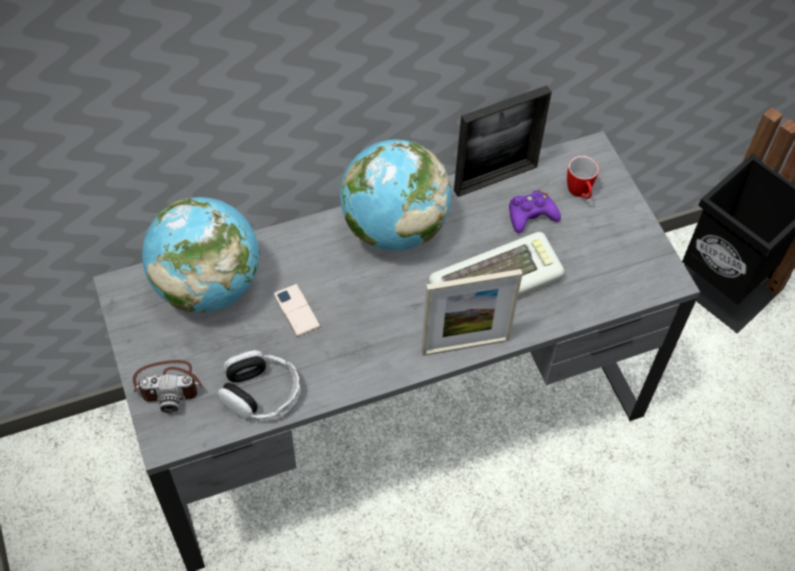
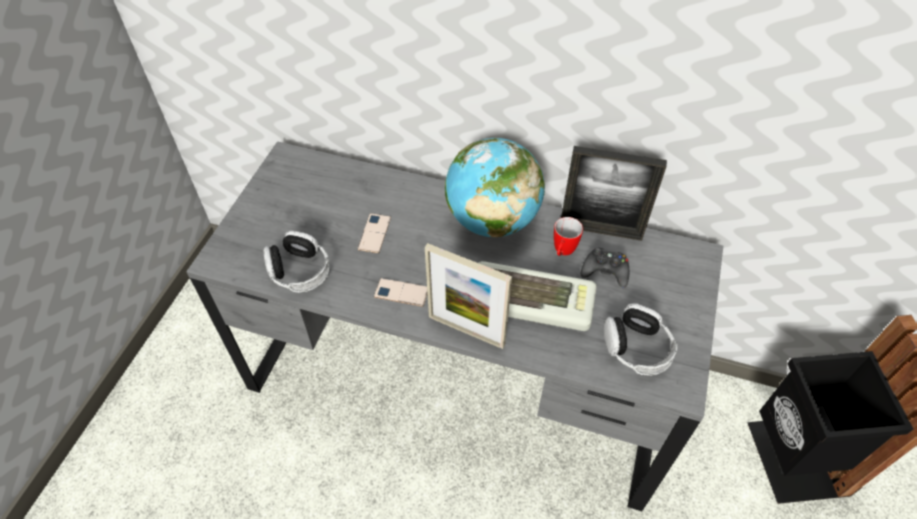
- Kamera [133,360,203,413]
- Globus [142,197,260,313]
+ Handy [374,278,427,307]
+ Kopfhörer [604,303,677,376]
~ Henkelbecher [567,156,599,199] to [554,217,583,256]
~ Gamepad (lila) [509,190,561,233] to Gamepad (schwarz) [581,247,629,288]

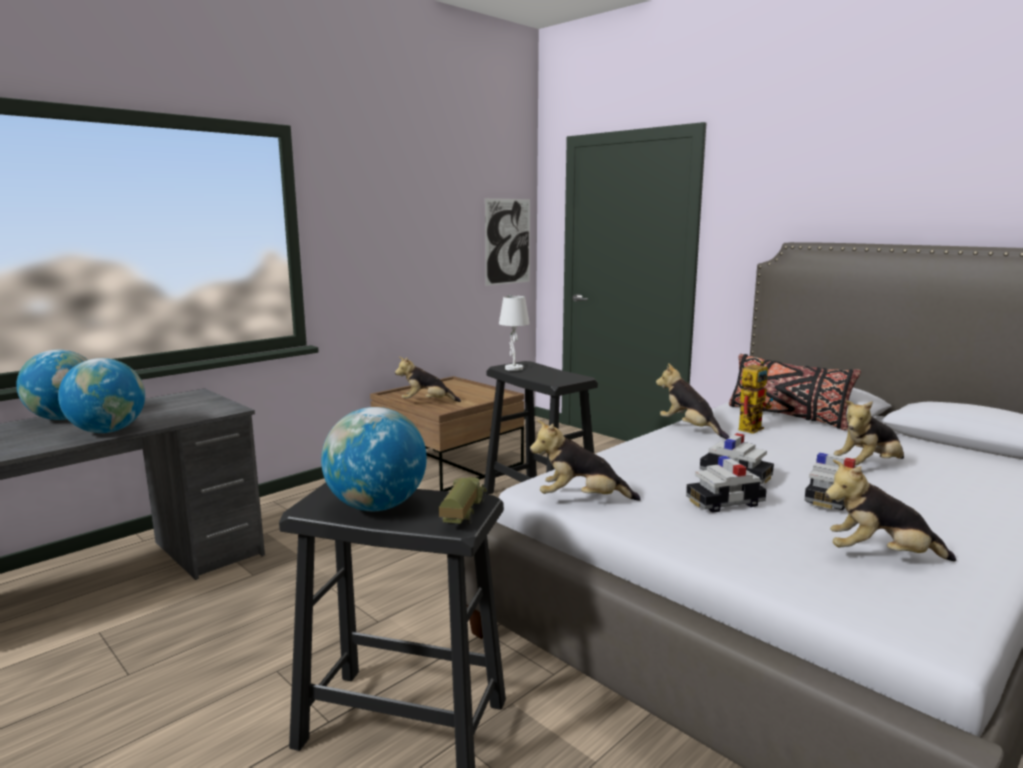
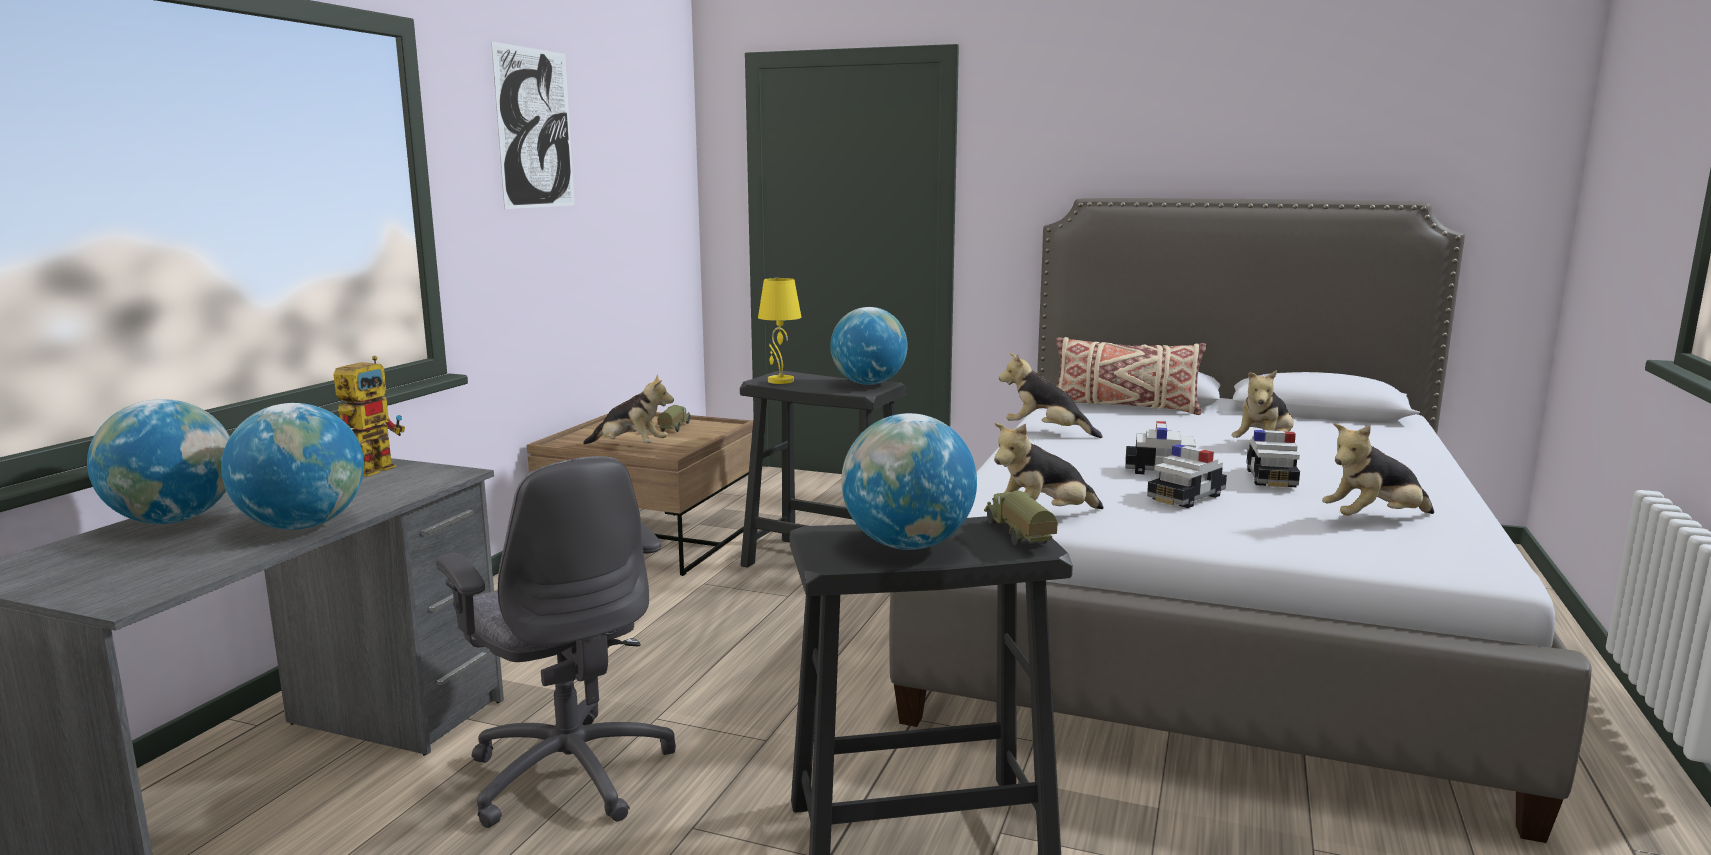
+ Bürostuhl (grau) [436,456,676,828]
+ Spielzeuglaster [657,405,691,432]
+ Globus [830,307,908,385]
~ Bild [485,198,530,286] to [491,41,575,209]
~ Spielzeugroboter [738,361,773,434] to [333,356,405,477]
~ Tischlampe (weiß) [499,296,530,371] to Tischlampe (gelb) [758,278,802,384]
~ Kissen (schwarz) [729,354,861,431] to Kissen (beige) [1056,337,1206,415]
~ Plüschtier [395,357,461,402] = [583,374,674,444] 135 degrees counterclockwise

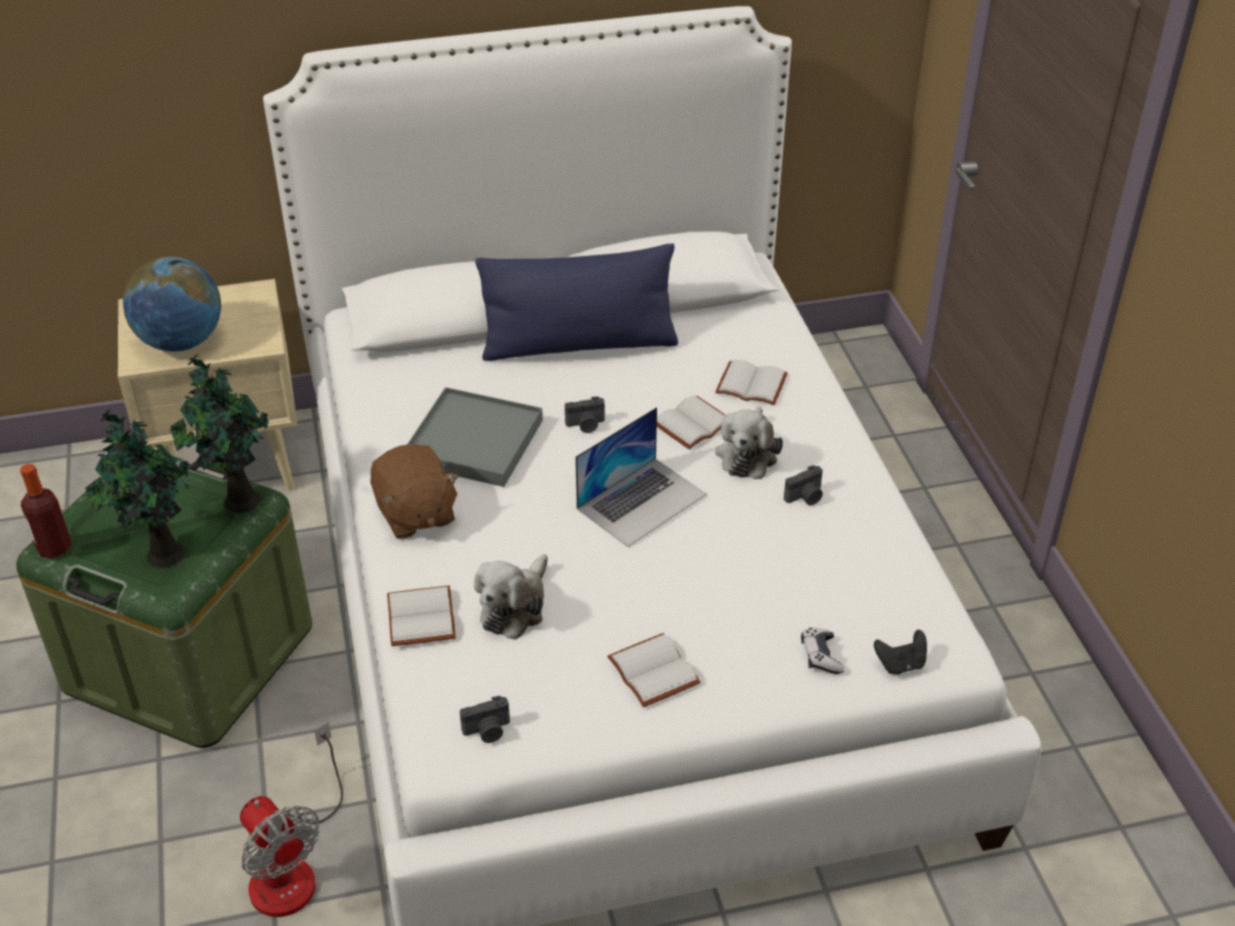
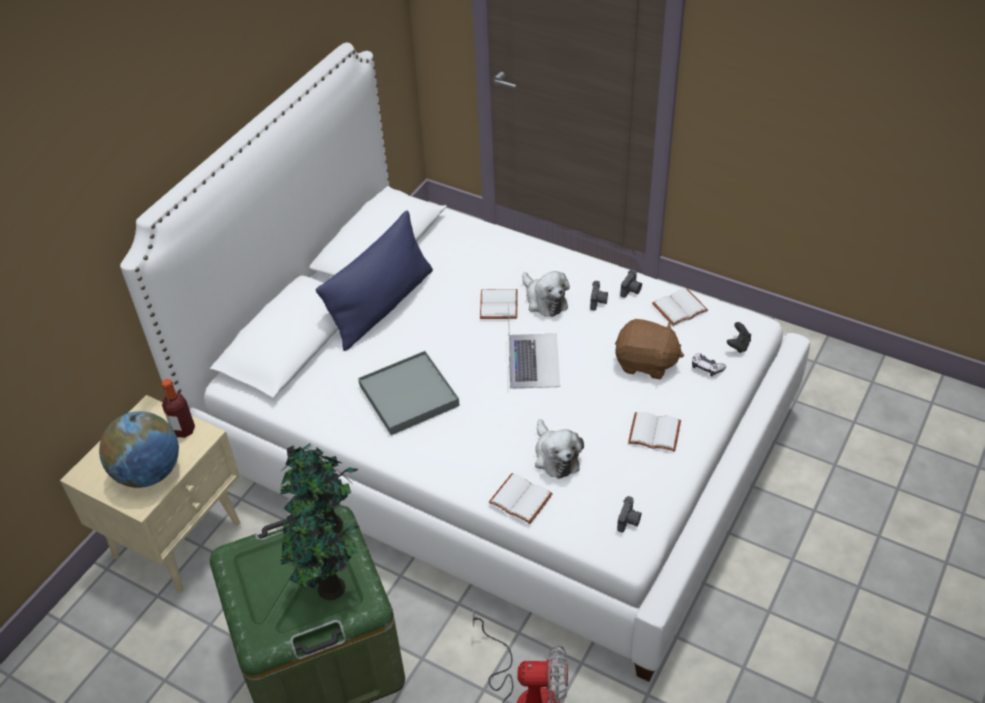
~ Flasche [20,464,72,559] to [162,379,195,438]
~ Plüschtier (braun) [370,444,460,539] to [615,319,684,379]
~ Kamera [565,396,605,433] to [620,269,642,298]
~ Buch (weiß) [715,360,788,405] to [652,288,708,326]

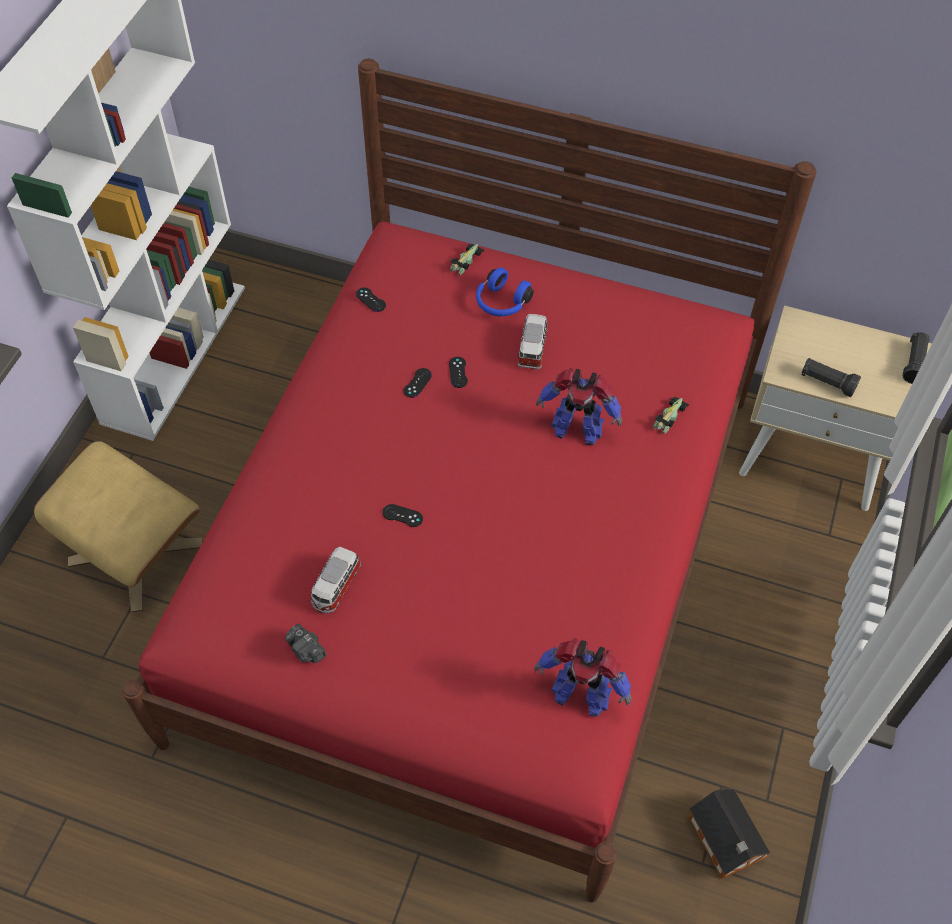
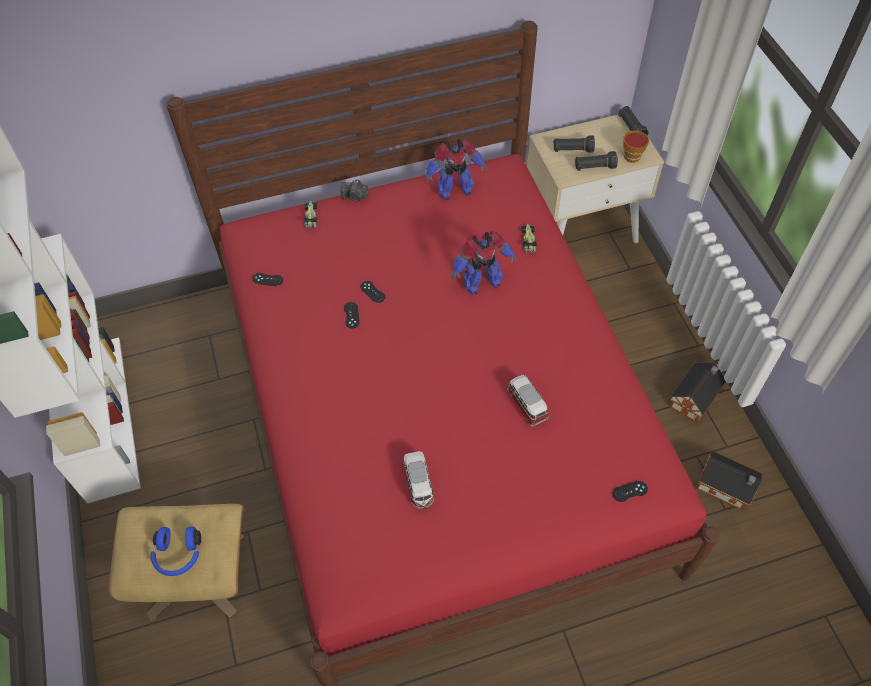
+ Taschenlampe (schwarz) [553,135,595,153]
+ Tasse [623,131,649,163]
+ Spielzeughaus [669,362,726,423]
~ Kamera [285,624,327,663] to [340,179,368,202]
~ Gamepad (schwarz) [383,504,423,527] to [613,481,648,502]
~ Kopfhörer (blau) [476,267,534,316] to [151,526,201,576]
~ Spielzeugauto [518,314,549,370] to [507,375,549,427]
~ Spielzeugroboter [534,638,632,717] to [425,138,487,200]

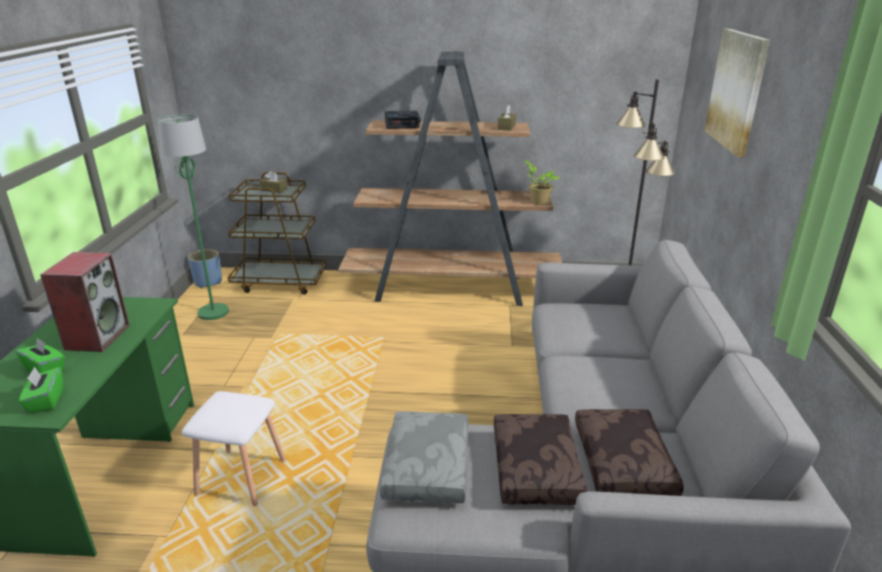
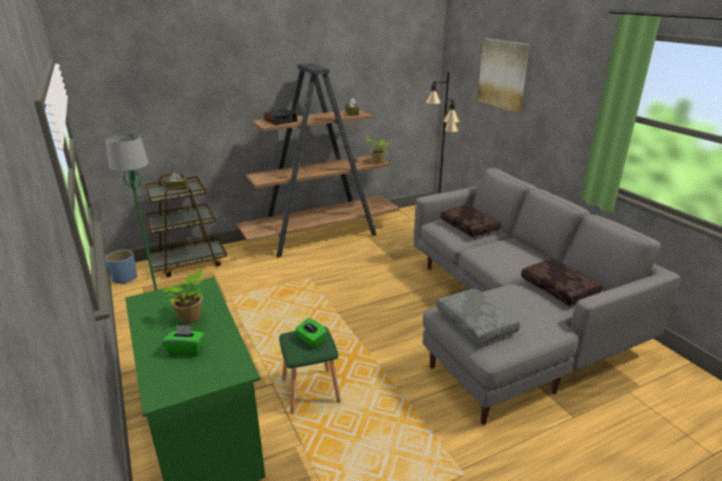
~ Taschentuchbox (grün) [19,367,63,413] to [295,318,327,348]
~ Kissen (braun) [494,414,587,505] to [441,205,501,237]
~ Lautsprecher [40,252,130,352] to Topfpflanze [162,270,204,323]
~ Hocker (weiß) [182,391,286,506] to Hocker (grün) [279,326,341,414]

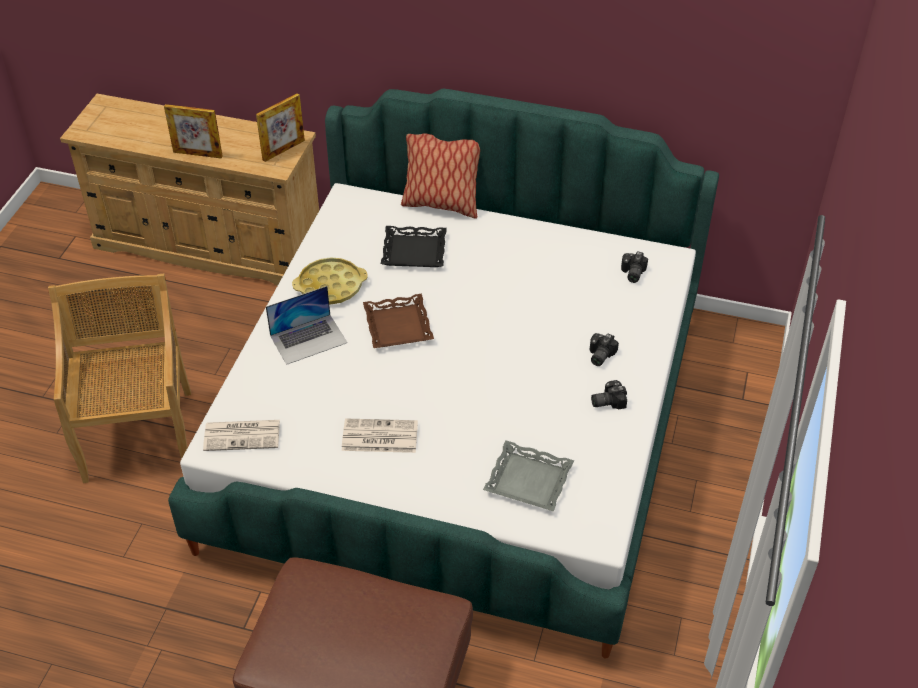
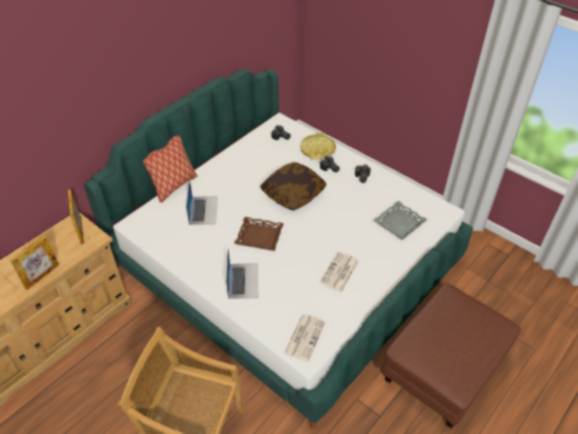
+ Kissen [260,162,327,211]
~ Tablett (gelb) [292,257,368,305] to [300,132,336,160]
~ Tablett (schwarz) [381,226,447,267] to Laptop [186,179,218,225]

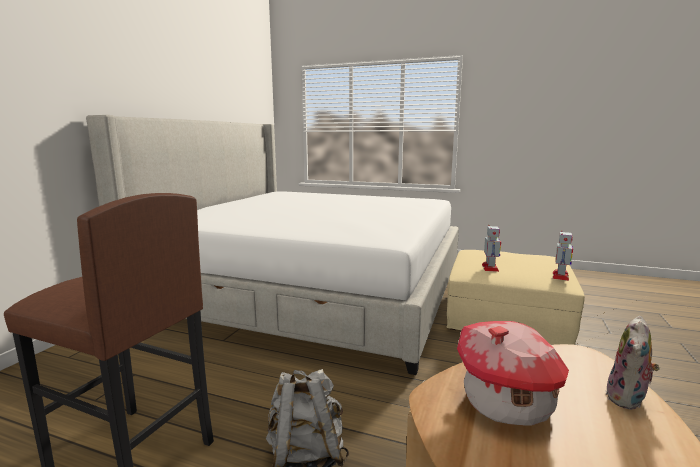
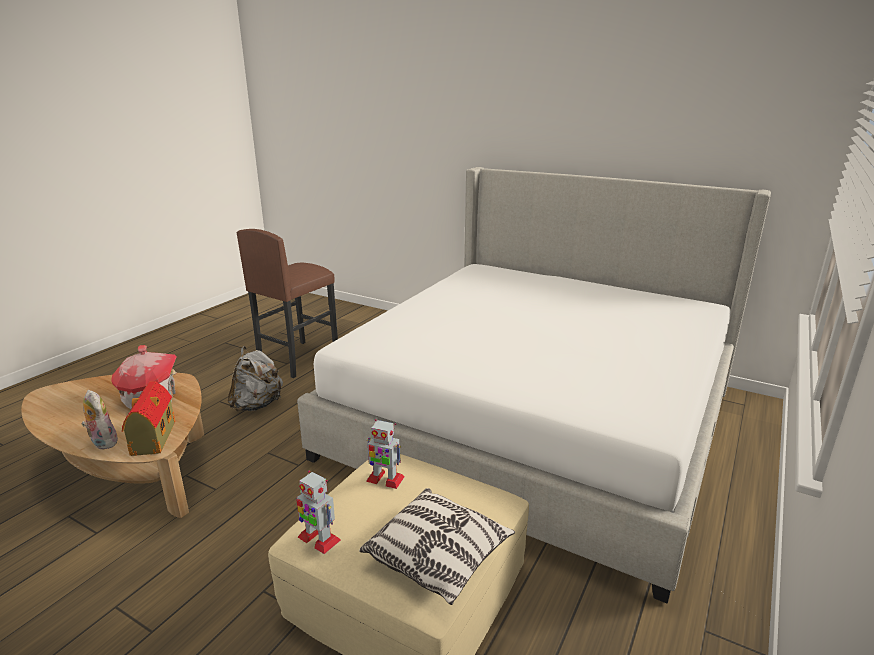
+ Spielzeughaus [122,381,175,456]
+ Kissen [359,488,515,605]

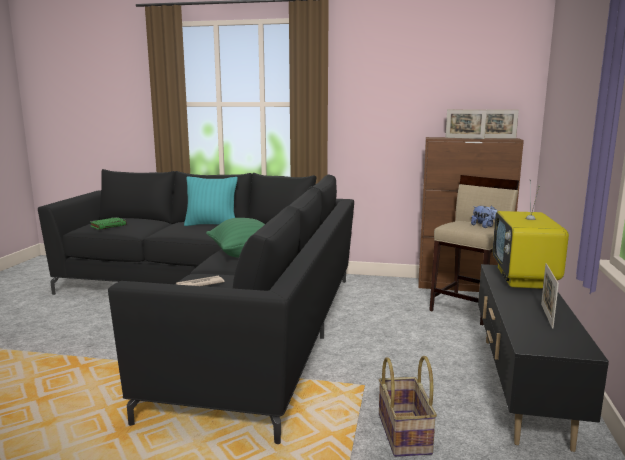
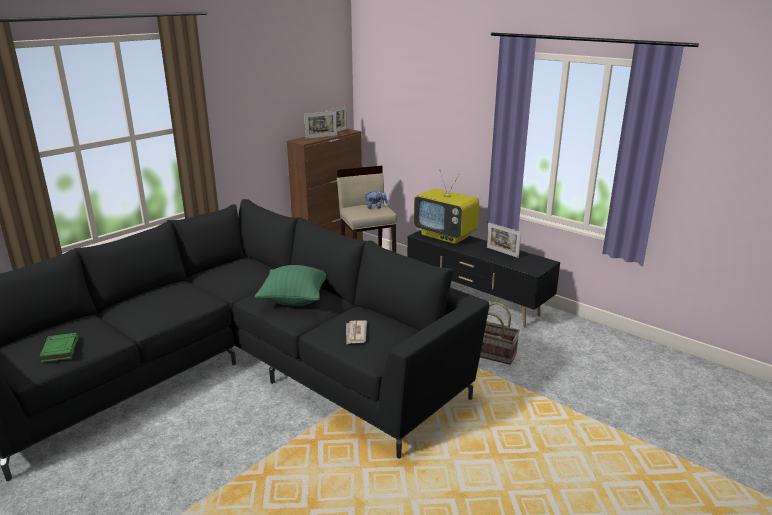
- Kissen (türkis) [184,176,238,226]

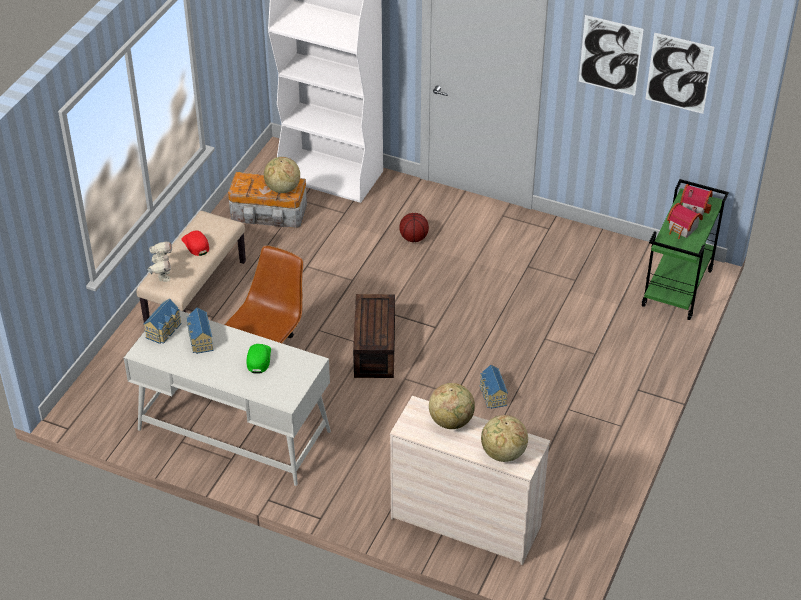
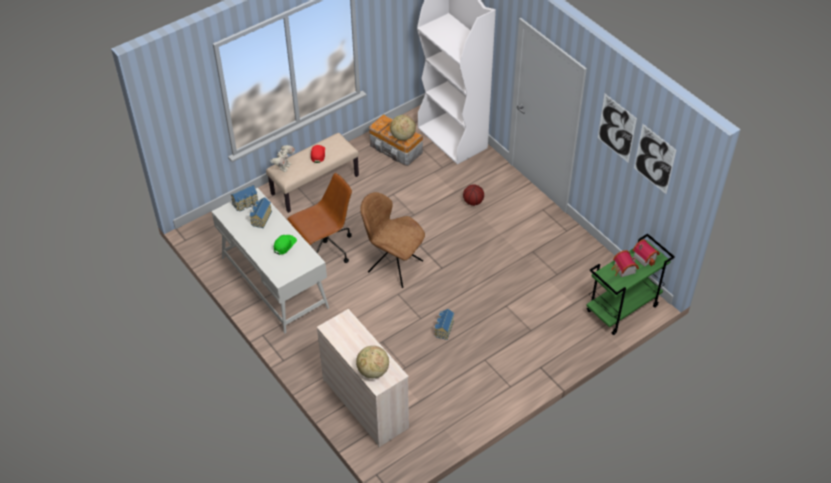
- Globus [429,383,475,429]
~ Aufbewahrungsbox (braun) [353,294,395,378] to Stuhl (braun) [360,192,425,288]

